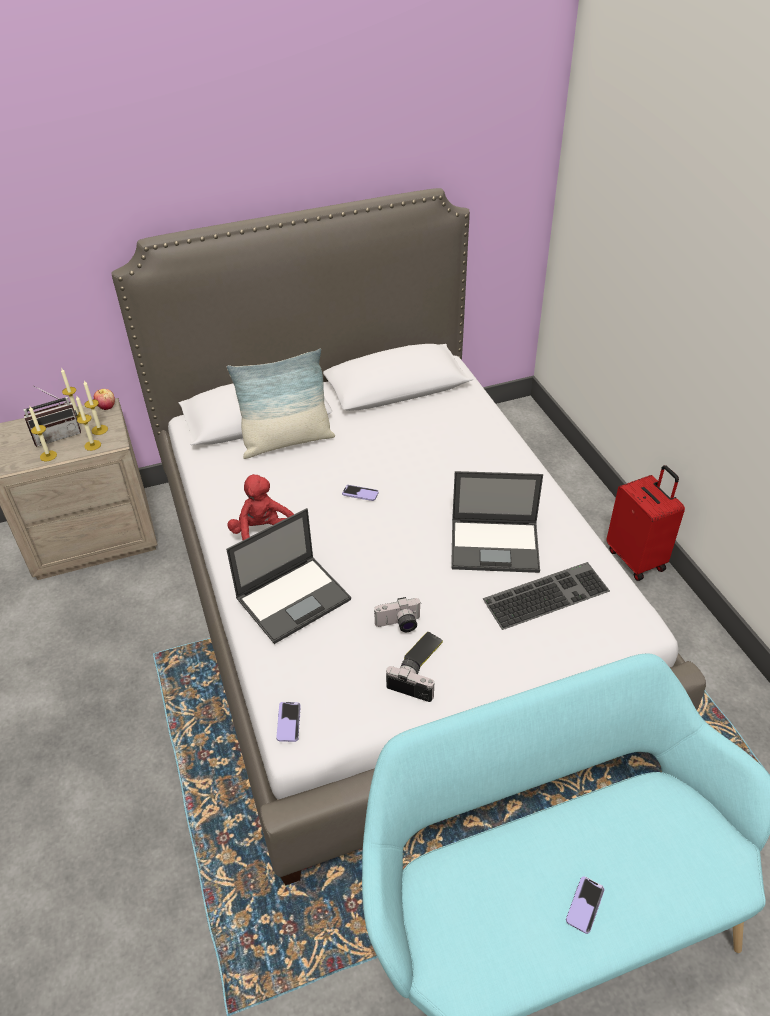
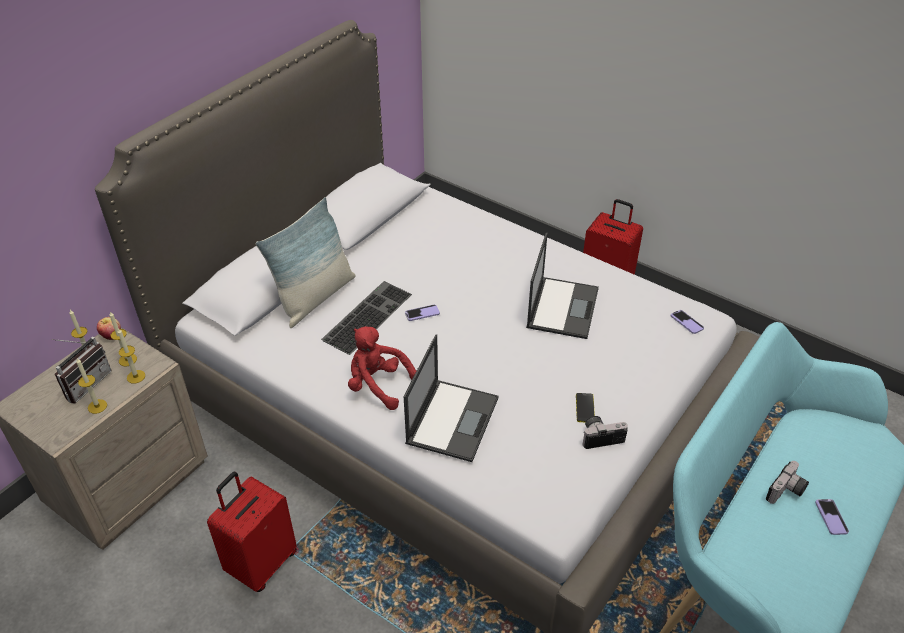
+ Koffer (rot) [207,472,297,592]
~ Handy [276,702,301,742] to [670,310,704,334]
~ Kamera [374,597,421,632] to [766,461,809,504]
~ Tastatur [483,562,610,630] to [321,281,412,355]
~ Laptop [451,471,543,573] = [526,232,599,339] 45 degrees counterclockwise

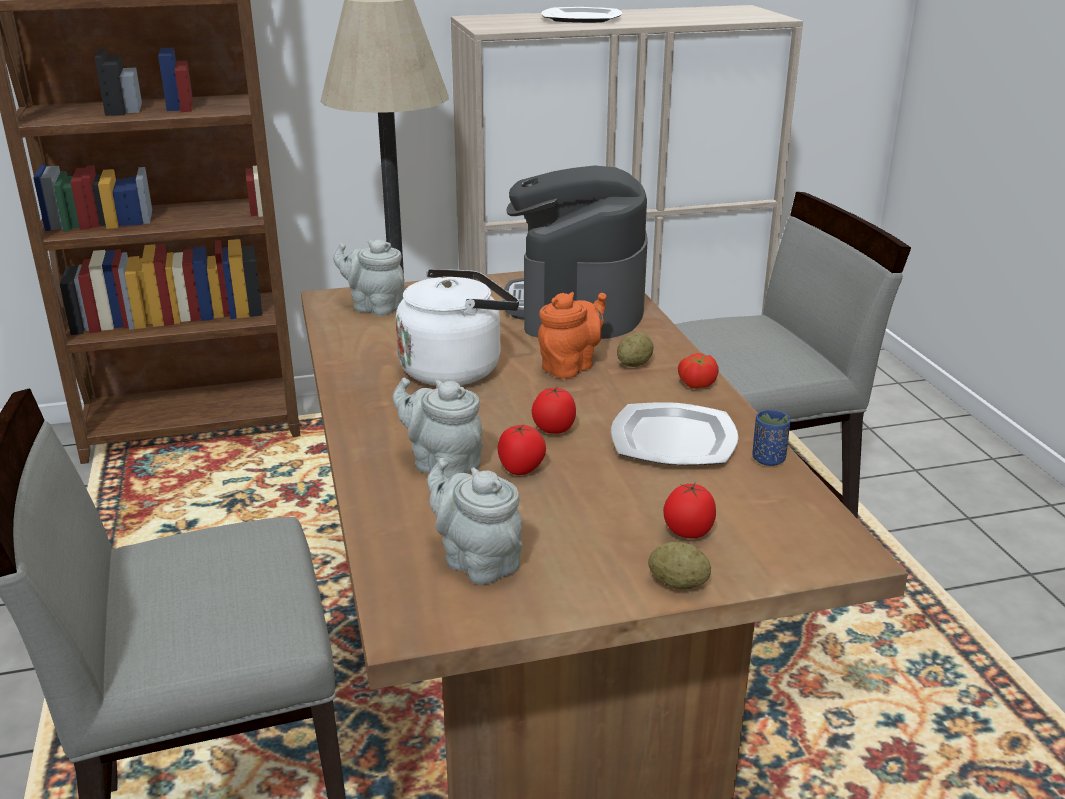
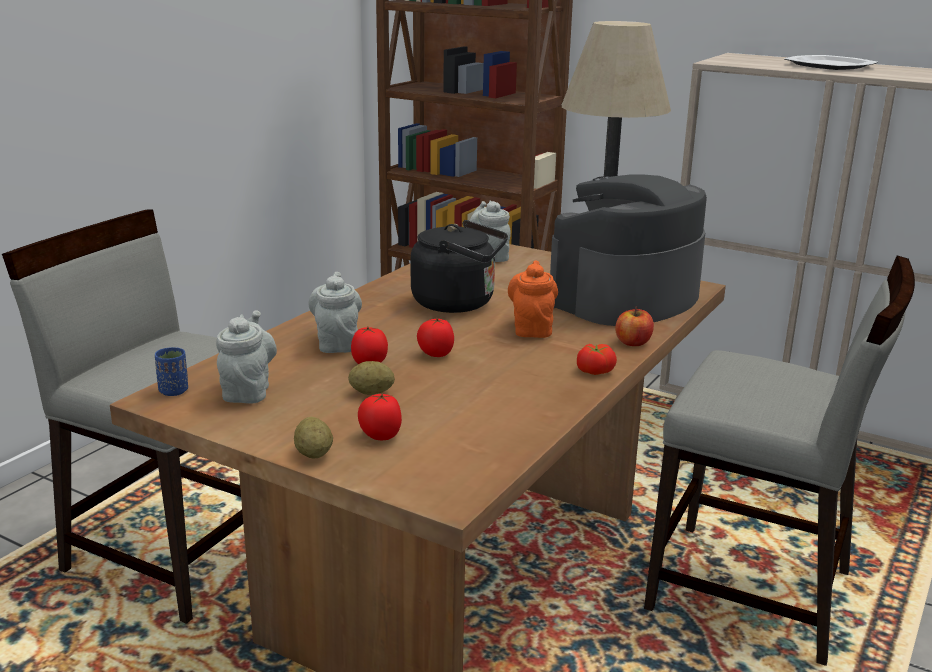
- Teller [611,402,738,465]
+ Apfel [615,307,654,346]
~ Kartoffel [617,332,654,367] to [348,361,395,395]
~ Tasse (blau) [752,410,791,466] to [154,347,188,396]
~ Wasserkessel (weiß) [396,269,519,386] to Wasserkessel (schwarz) [411,220,508,313]
~ Teekanne (orange) [538,292,606,379] = [508,260,558,338] 90 degrees counterclockwise

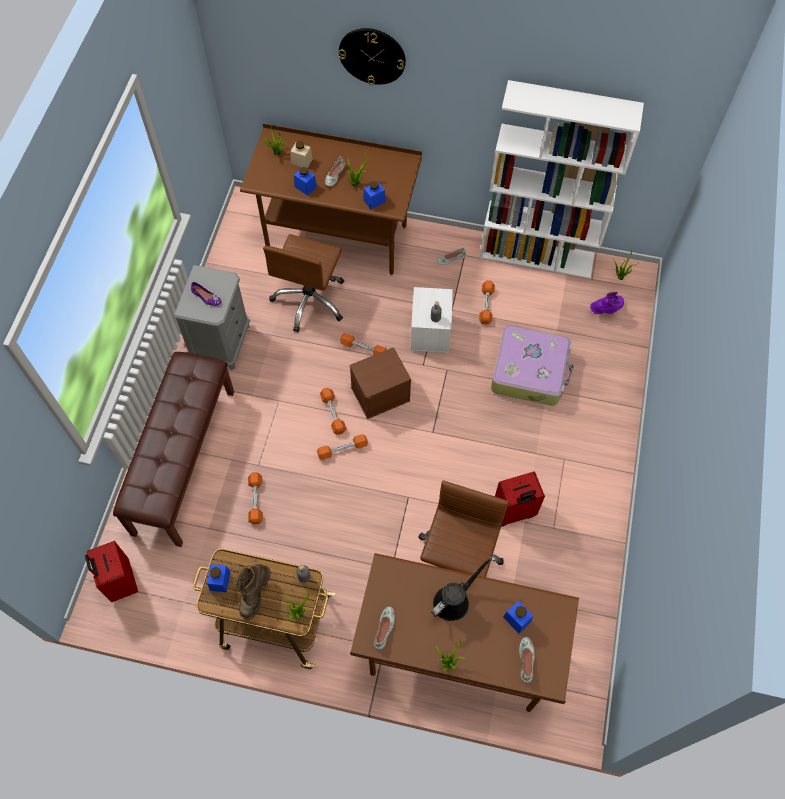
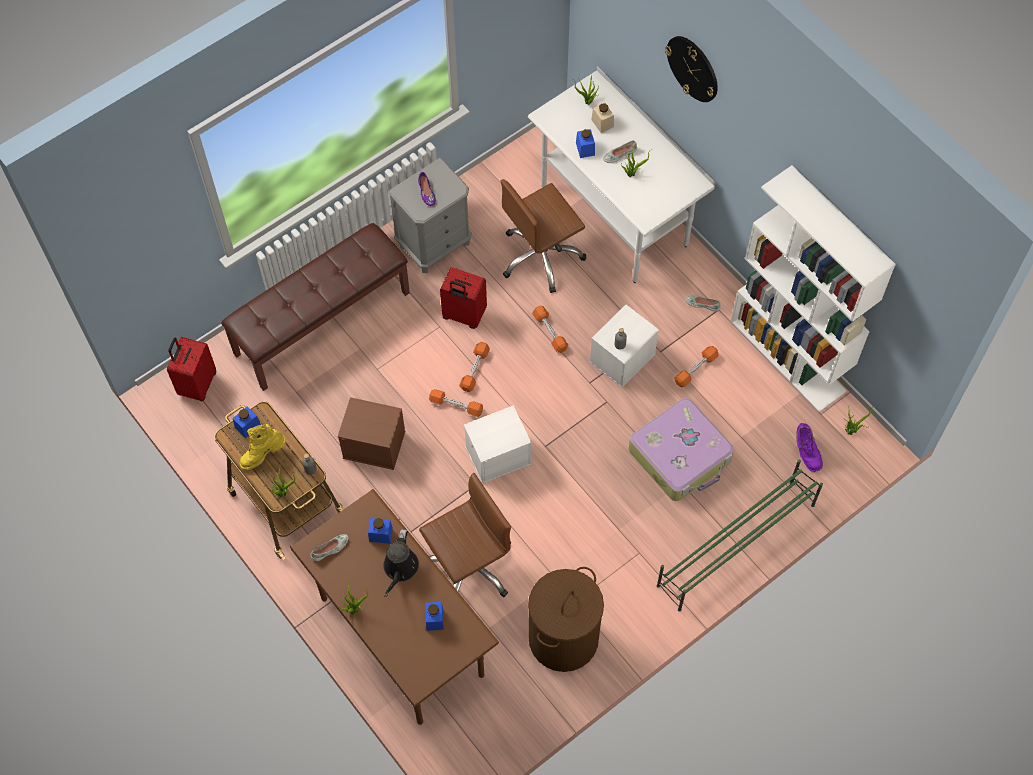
- Hantel (orange) [248,472,263,525]
- Schuh (weiß) [519,637,535,683]
+ Aufbewahrungsbox (weiß) [464,405,531,484]
+ Wäschekorb (braun) [528,567,604,672]
+ Schuhregal (grün) [657,459,823,612]
~ Aufbewahrungsbox (braun) [349,347,411,419] to [338,397,405,470]
~ Vorratsglas (blau) [363,181,386,209] to [368,518,393,544]
~ Koffer (rot) [495,472,545,527] to [440,267,487,329]
~ Stiefel (braun) [233,564,271,620] to Stiefel (gelb) [240,424,286,470]
~ Schreibtisch (braun) [240,124,422,276] to Schreibtisch (weiß) [528,67,716,283]
~ Gießkanne (schwarz) [431,557,492,621] = [384,529,419,597] 105 degrees clockwise
~ Stiefel (lila) [590,292,624,314] = [796,423,823,472] 60 degrees clockwise

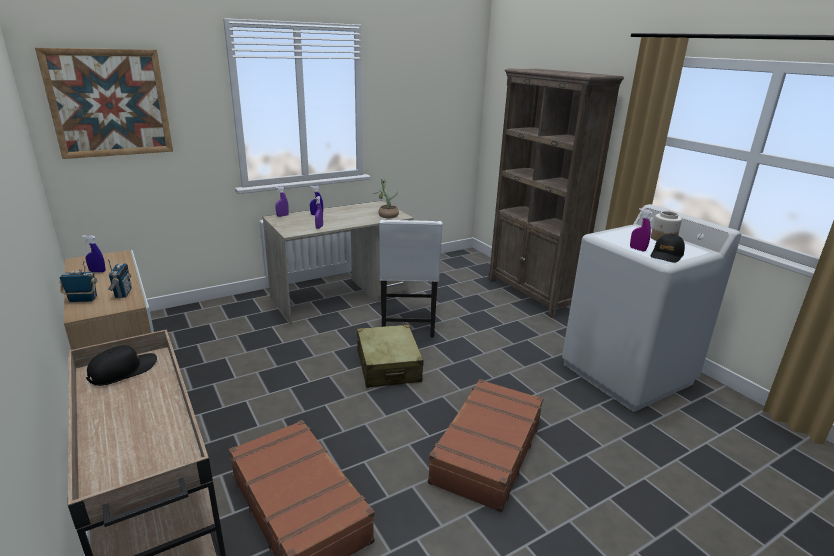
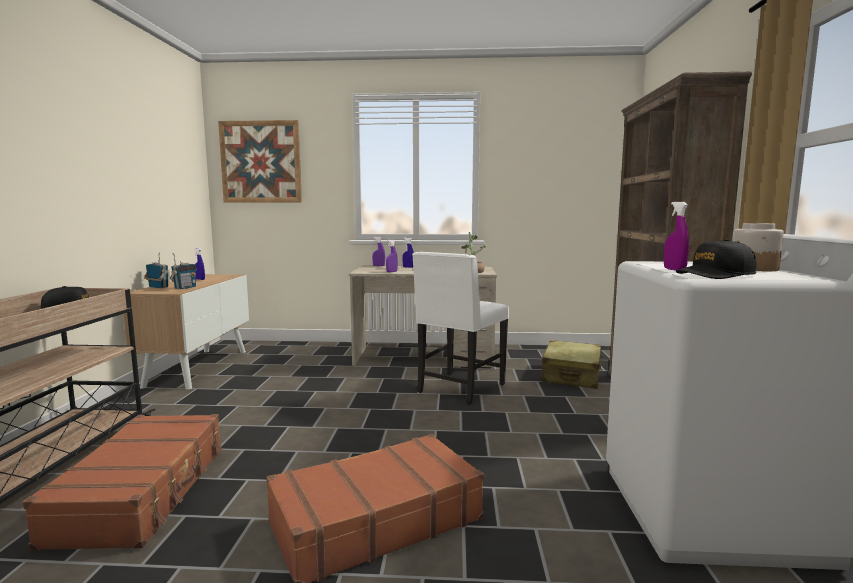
~ Koffer (beige) [357,324,424,388] to [541,340,602,389]

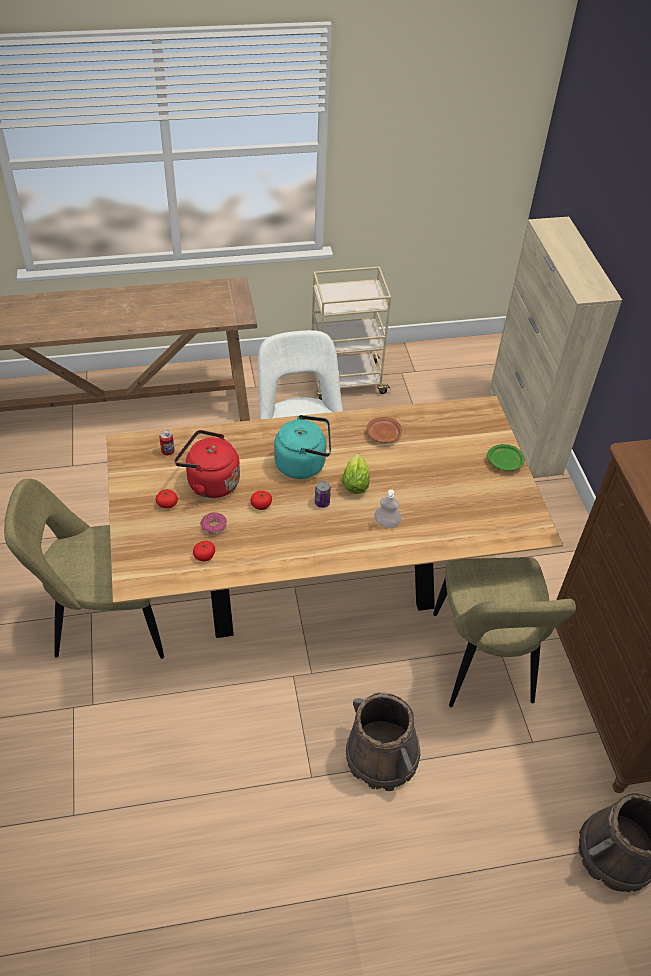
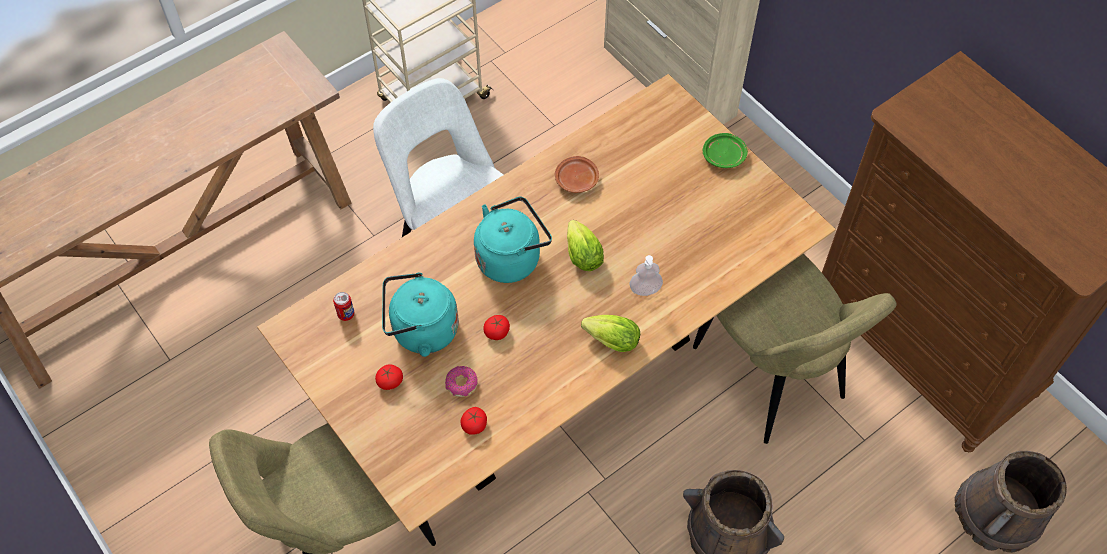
- Dose [315,481,331,508]
+ Salatkopf [581,315,640,352]
~ Wasserkessel (rot) [174,430,240,498] to Wasserkessel (türkis) [382,273,459,357]

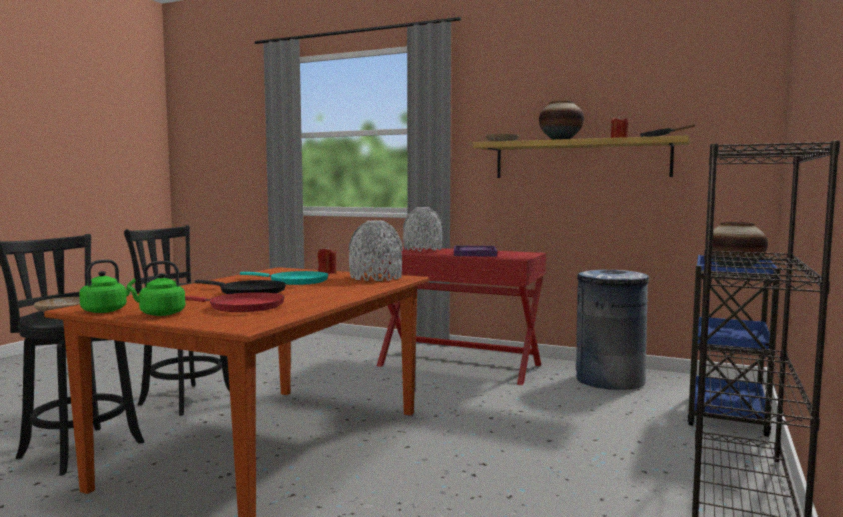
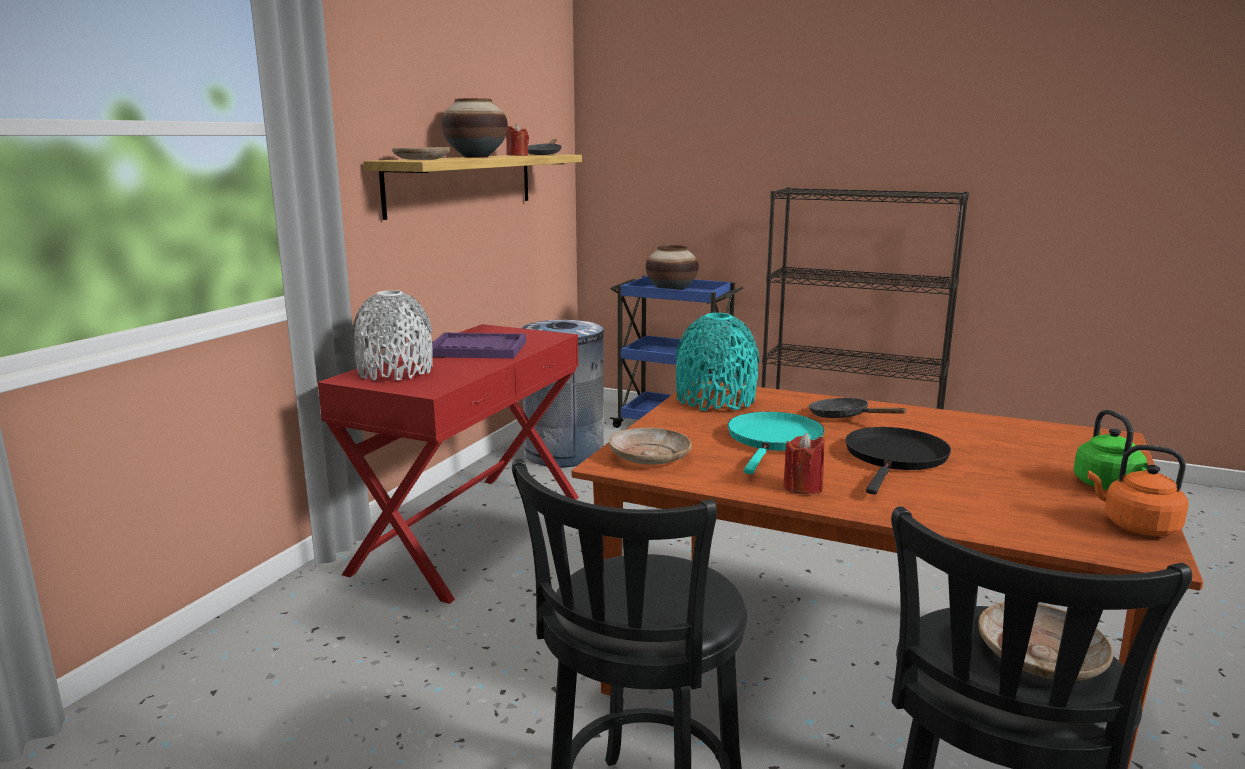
- Pfanne (rot) [185,292,285,312]
+ Teller (beige) [609,428,692,465]
+ Pfanne (schwarz) [809,398,907,418]
~ Kerze (rot) [318,246,336,274] to [783,433,825,495]
~ Wasserkessel (grün) [79,259,136,313] to Wasserkessel (orange) [1088,445,1189,536]
~ Vase (grau) [349,220,403,281] to Vase (türkis) [675,313,760,411]

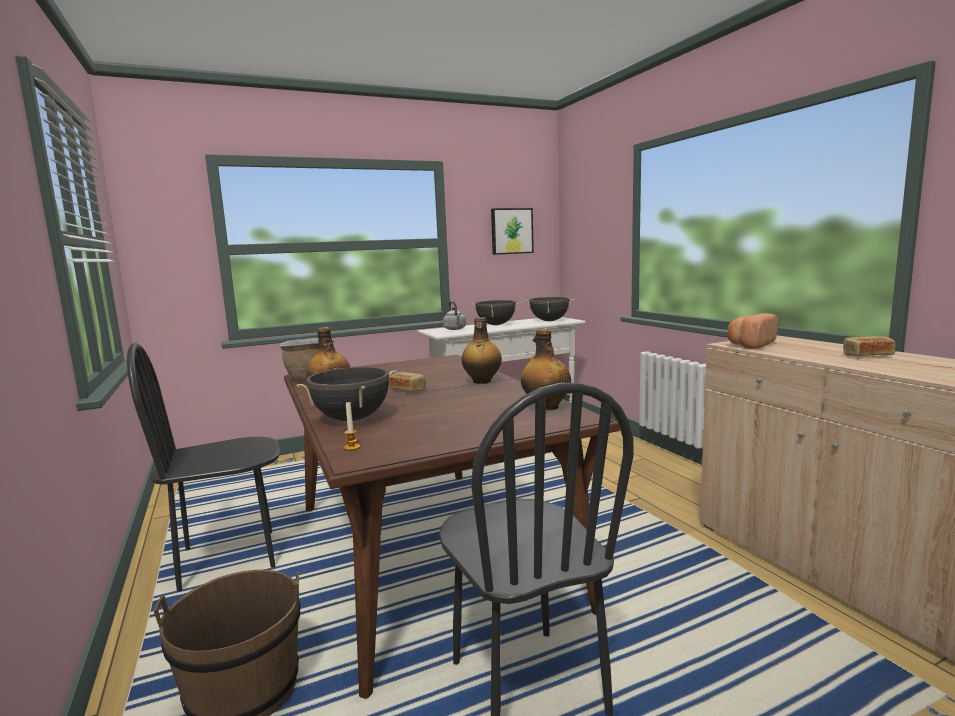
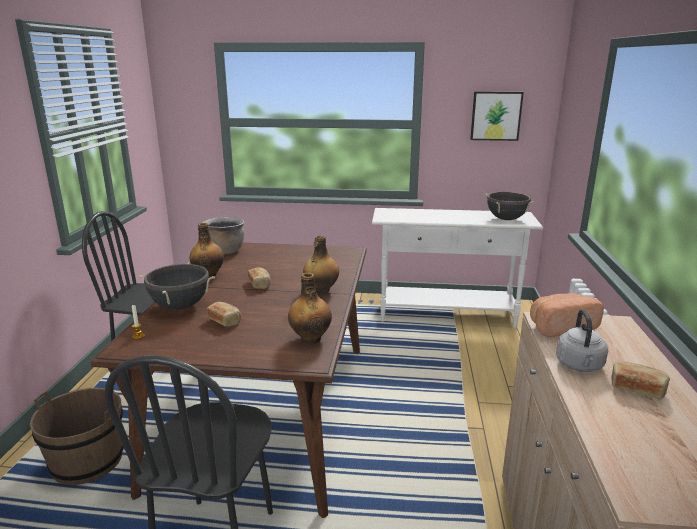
- Kochtopf (schwarz) [471,300,521,325]
+ Brot [207,302,241,327]
~ Wasserkessel (grau) [443,301,466,330] to [556,309,608,372]

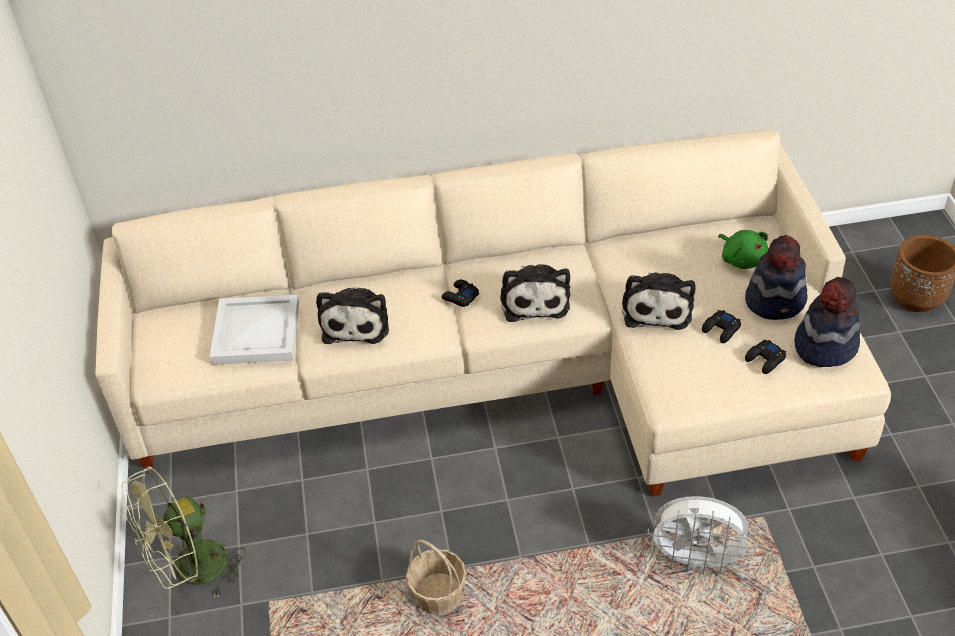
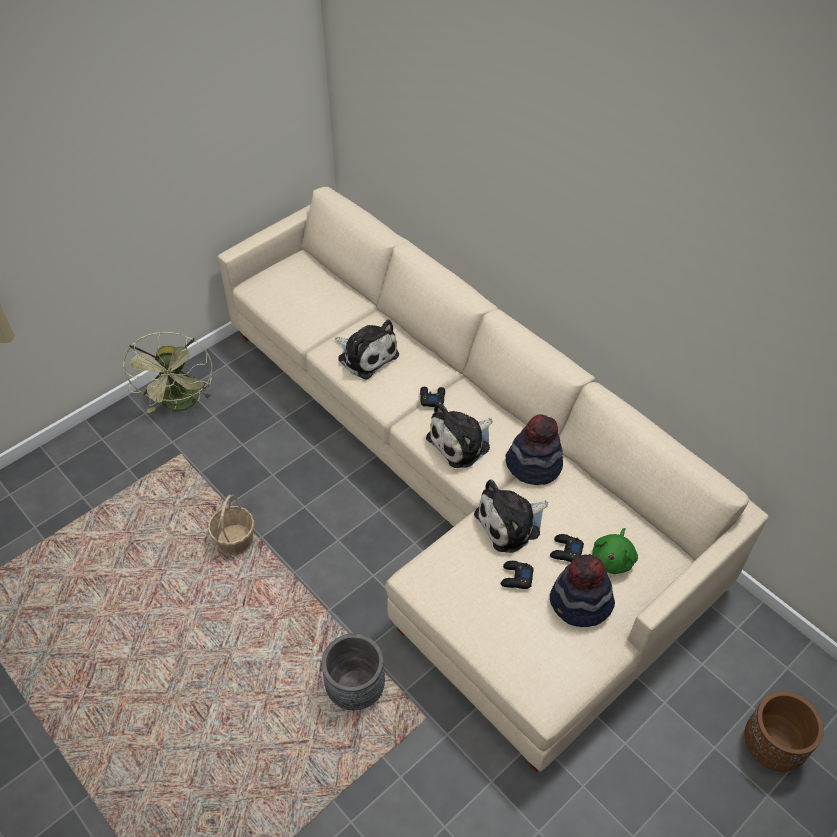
- Tablett (weiß) [210,295,299,365]
~ Gamepad (schwarz) [745,340,786,374] to [550,534,584,562]
~ Hut [794,277,860,367] to [505,414,563,485]
~ Ventilator (weiß) [647,496,755,575] to Pflanzkübel (grau) [322,633,385,710]
~ Ventilator (grün) [121,466,246,598] = [123,332,212,413] 120 degrees counterclockwise
~ Plüschtier [316,287,389,344] = [335,320,399,380] 105 degrees counterclockwise

